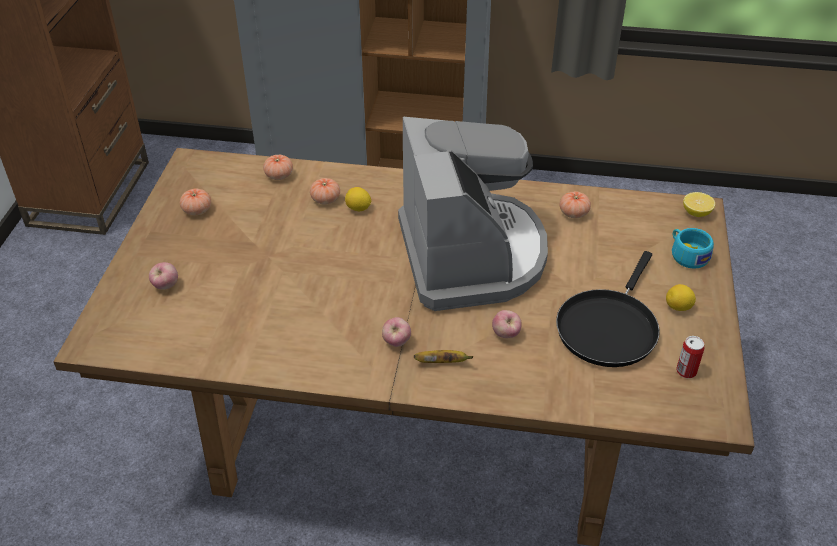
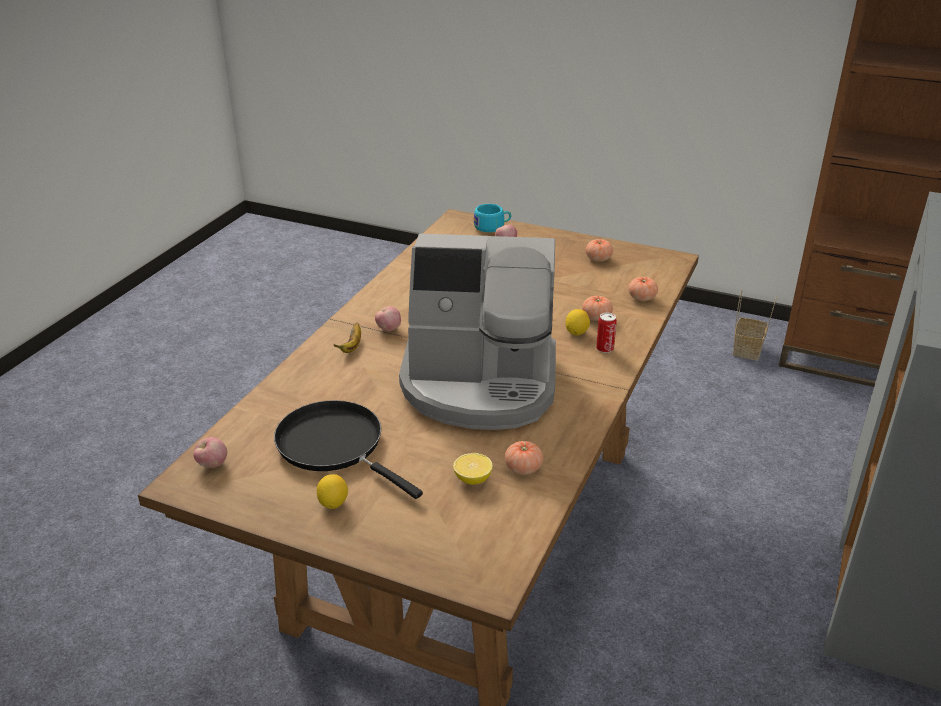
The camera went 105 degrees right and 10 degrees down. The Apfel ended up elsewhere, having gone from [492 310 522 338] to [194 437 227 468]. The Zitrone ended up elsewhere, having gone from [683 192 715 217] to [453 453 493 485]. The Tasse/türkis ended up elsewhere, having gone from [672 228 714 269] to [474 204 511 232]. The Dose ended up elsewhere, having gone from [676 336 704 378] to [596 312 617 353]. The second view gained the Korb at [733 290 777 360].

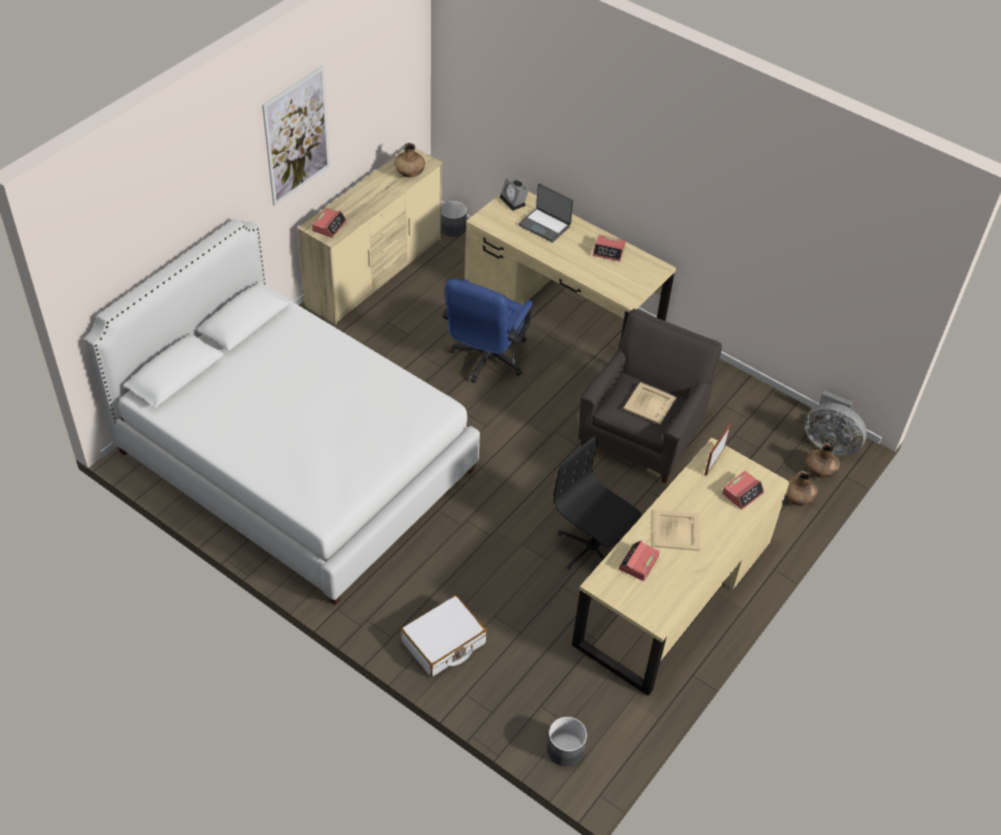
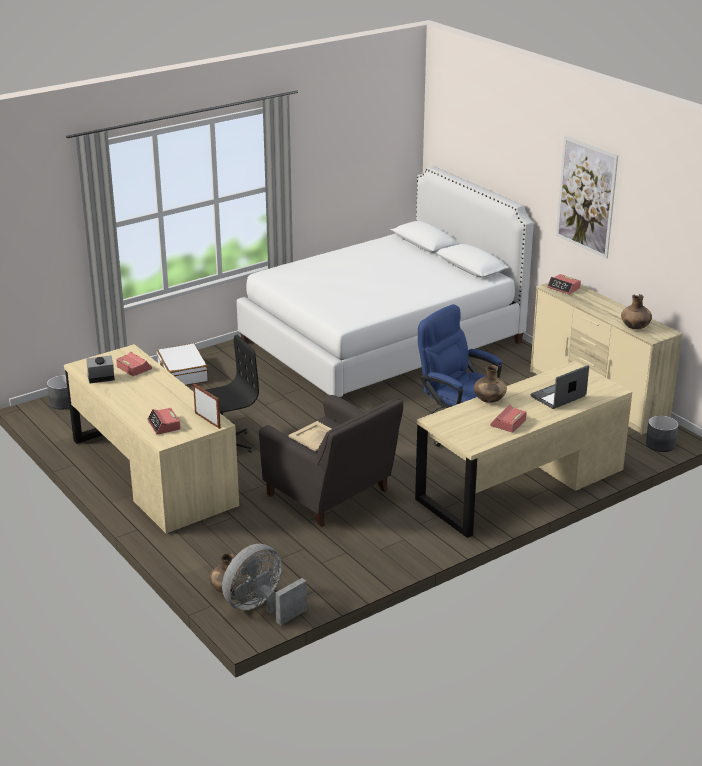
The camera went 110 degrees right and 20 degrees down. The Wecker ended up elsewhere, having gone from [500 177 529 211] to [86 355 115 383]. The Vase/braun ended up elsewhere, having gone from [785 470 818 506] to [474 365 507 403]. The second view lost the Tablett/beige at [654 510 700 551].

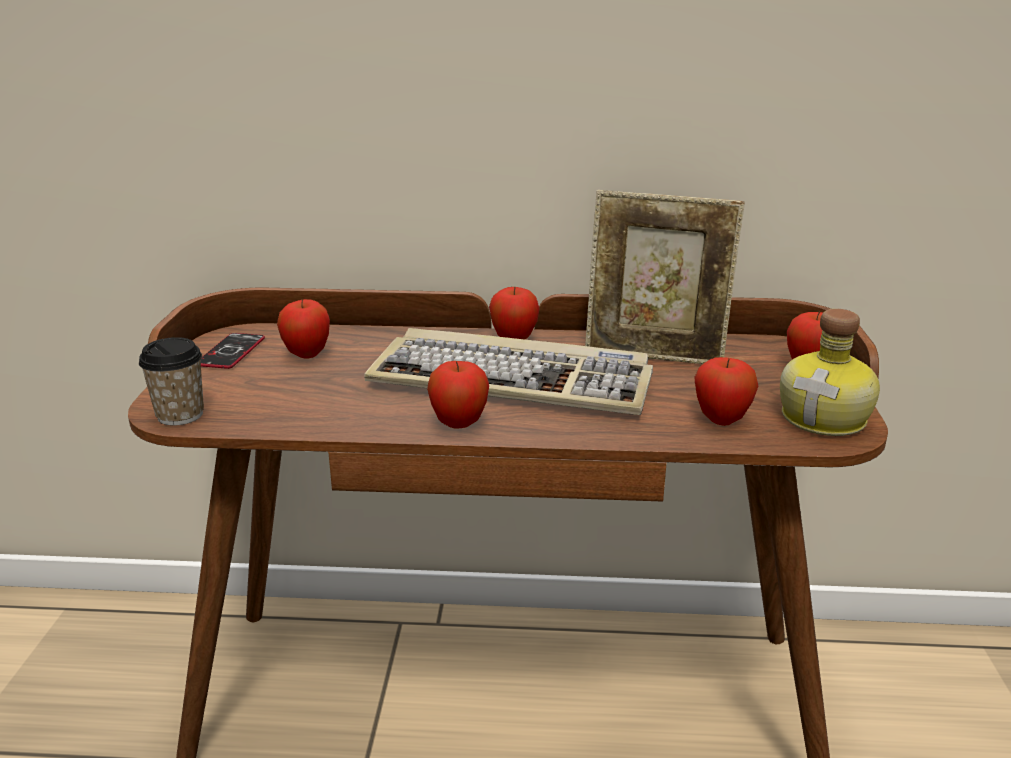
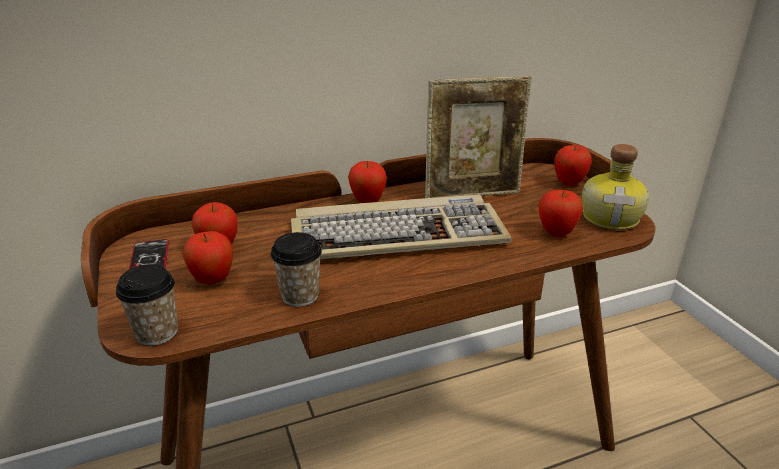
The camera went 25 degrees left and 5 degrees up. The Apfel ended up elsewhere, having gone from [427 361 489 429] to [183 231 233 285]. The second view gained the Tasse at [270 232 322 307].

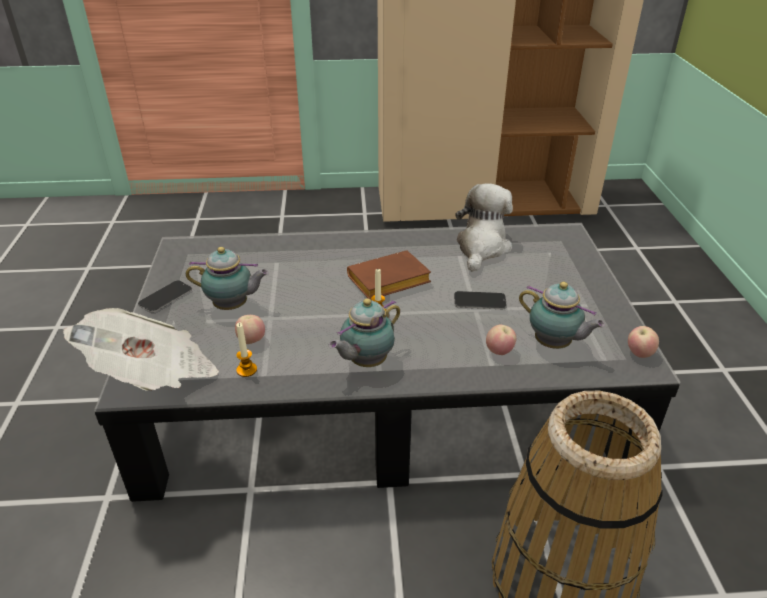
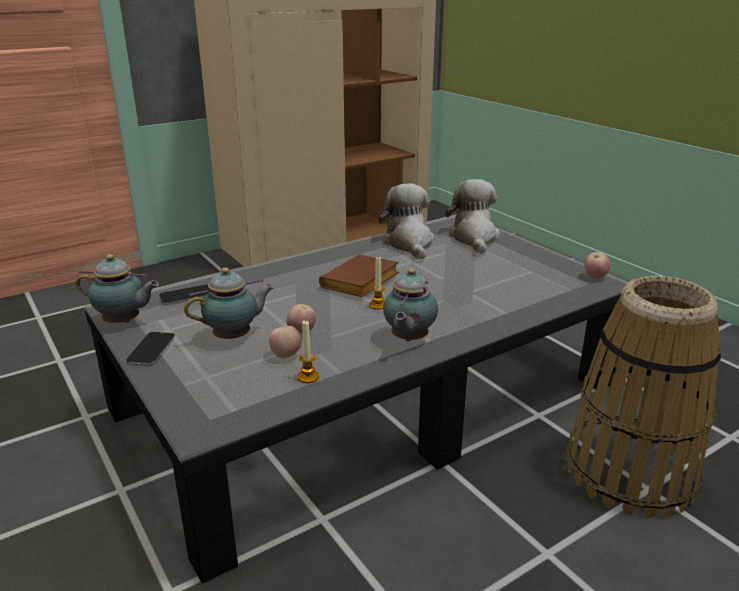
The camera went 30 degrees left and 10 degrees down. The Teekanne ended up elsewhere, having gone from [519 282 605 349] to [76 254 159 323]. The Handy ended up elsewhere, having gone from [454 291 507 309] to [159 285 209 305]. The Apfel ended up elsewhere, having gone from [486 325 516 355] to [287 304 316 333]. The second view gained the Plüschtier at [445 179 500 254]. The second view lost the Zeitung at [63 308 219 391].

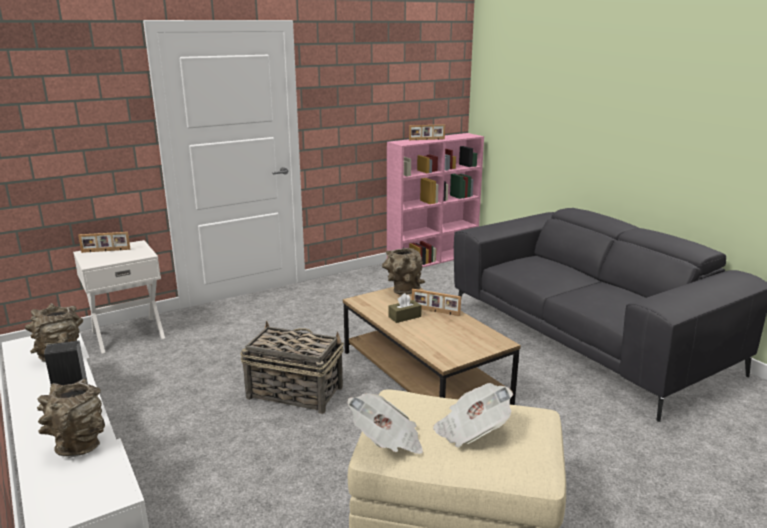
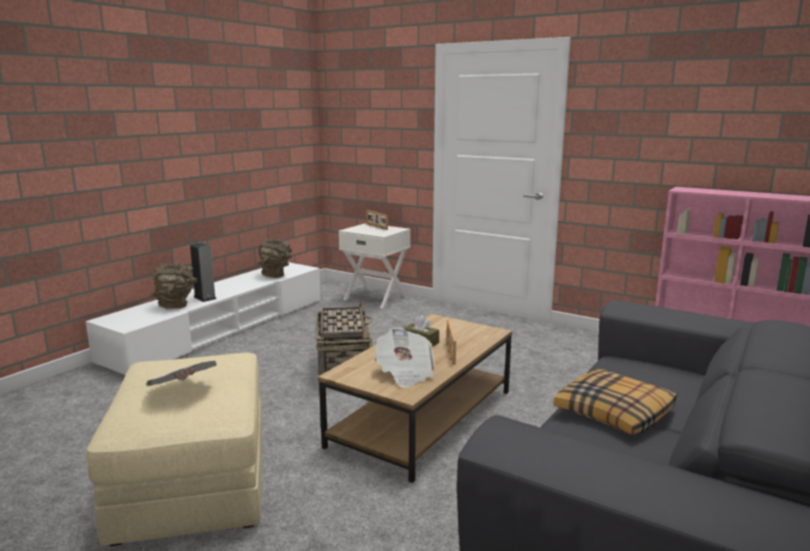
The camera went 65 degrees right and 5 degrees down. The Zeitung ended up elsewhere, having gone from [347 394 423 454] to [374 328 435 388]. The second view gained the Kissen at [554 369 677 436]. The second view lost the Vase/braun at [382 248 425 295]. The second view lost the Bilderrahmen at [409 124 445 140].

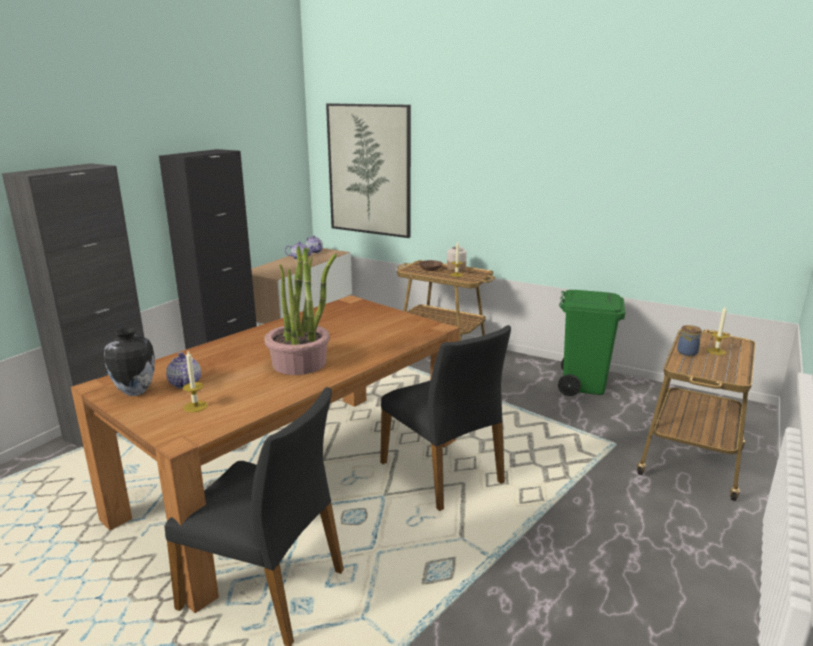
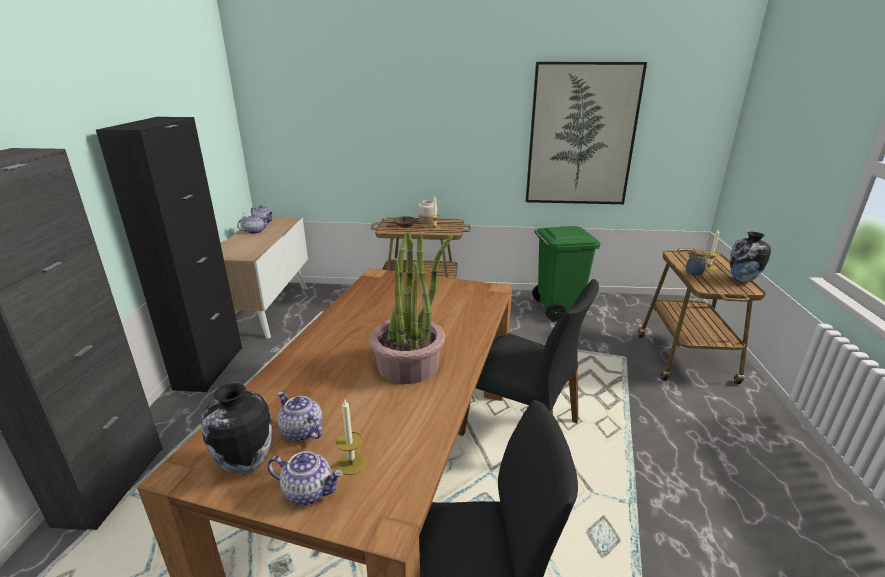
The camera went 25 degrees left and 5 degrees up. The second view gained the Teekanne at [267 451 343 505]. The Bild ended up elsewhere, having gone from [326 103 411 238] to [526 62 647 204]. The second view gained the Vase at [730 232 771 283].

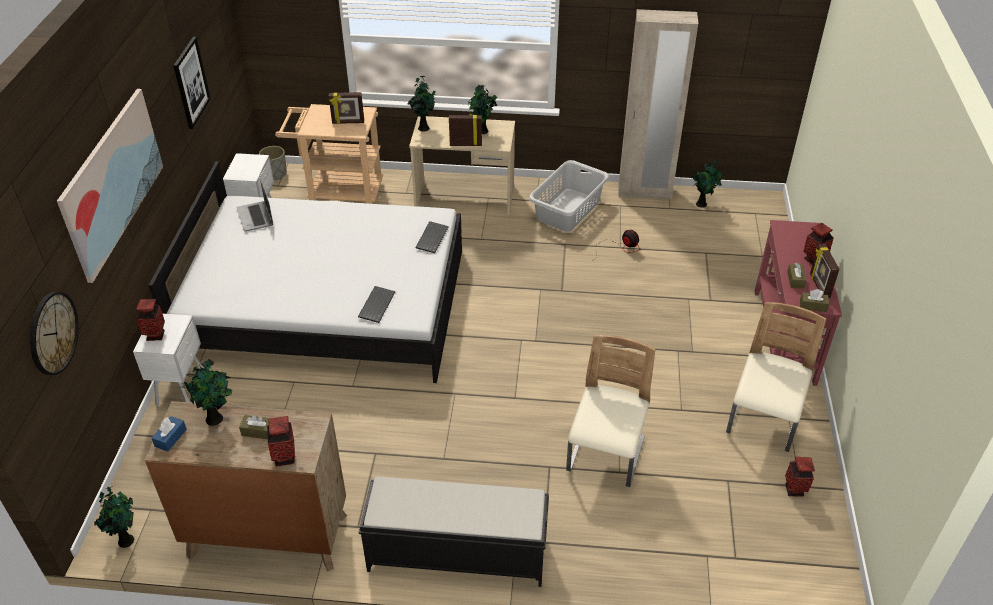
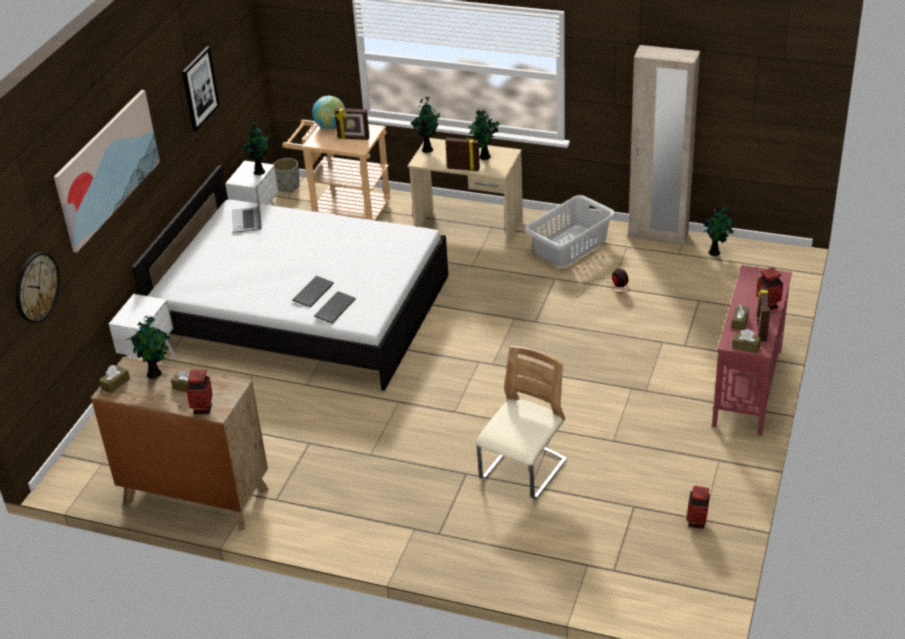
The camera went 15 degrees right and 5 degrees down. What was the Taschentuchbox/blau at [151 416 187 451] turned into the Taschentuchbox/braun at [99 365 130 393]. The Topfpflanze ended up elsewhere, having gone from [94 486 134 548] to [241 120 269 175]. The Tastatur ended up elsewhere, having gone from [416 221 449 253] to [293 276 334 307]. The second view gained the Globus at [312 96 345 129]. The second view lost the Vase at [136 299 165 341]. The second view lost the Bank/schwarz at [358 477 549 587]. The second view lost the Stuhl/beige at [726 302 826 452].

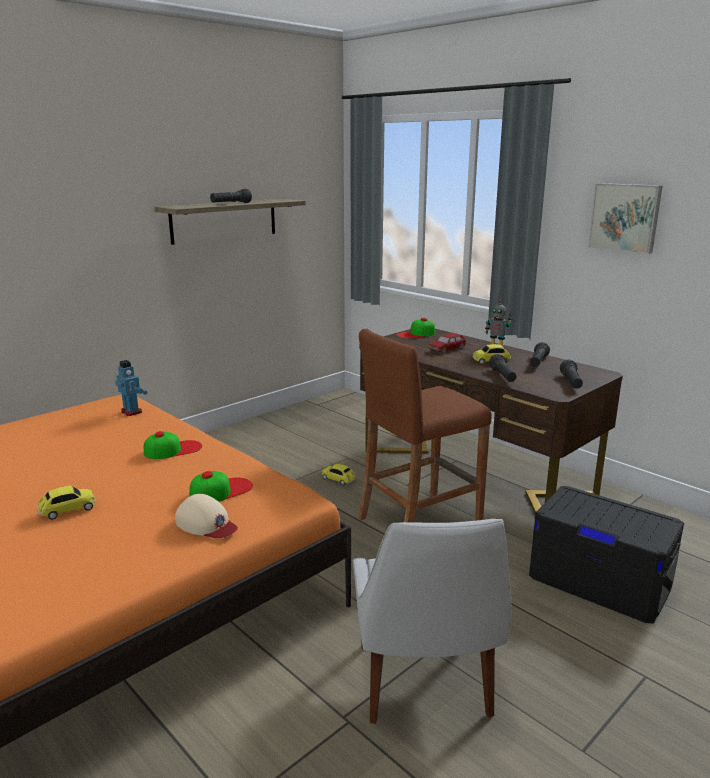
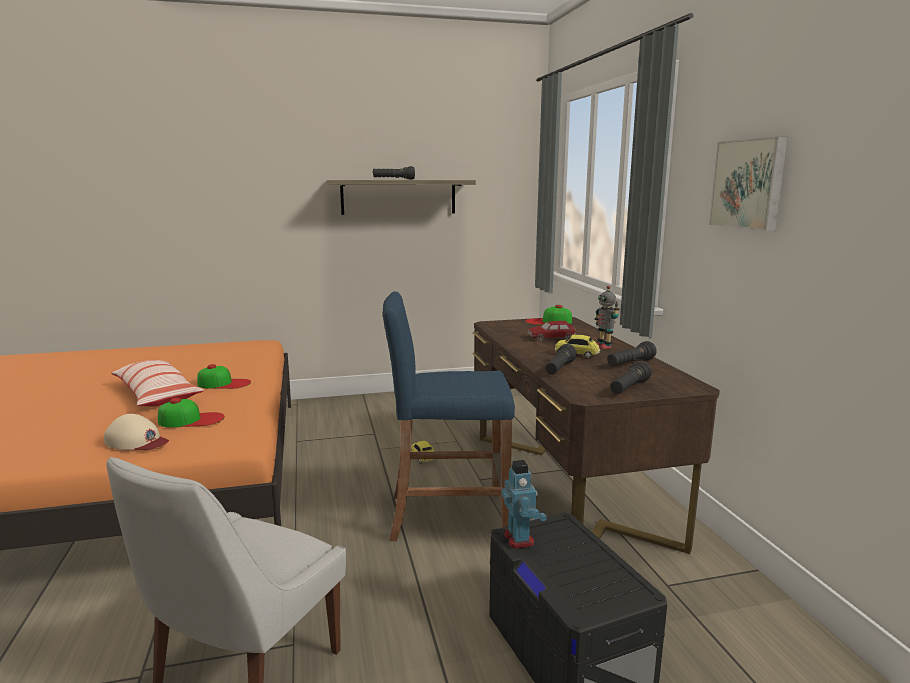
The camera went 30 degrees right and 5 degrees down. The Kappe/beige at [175 494 238 538] ended up facing another way, 45 degrees counterclockwise from before. The second view gained the Kissen at [111 360 204 406]. What was the Hocker/braun at [358 329 492 522] turned into the Hocker/blau at [383 292 515 541]. The Spielzeugroboter ended up elsewhere, having gone from [115 360 148 416] to [501 460 547 549]. The second view lost the Spielzeugauto at [37 485 96 520].

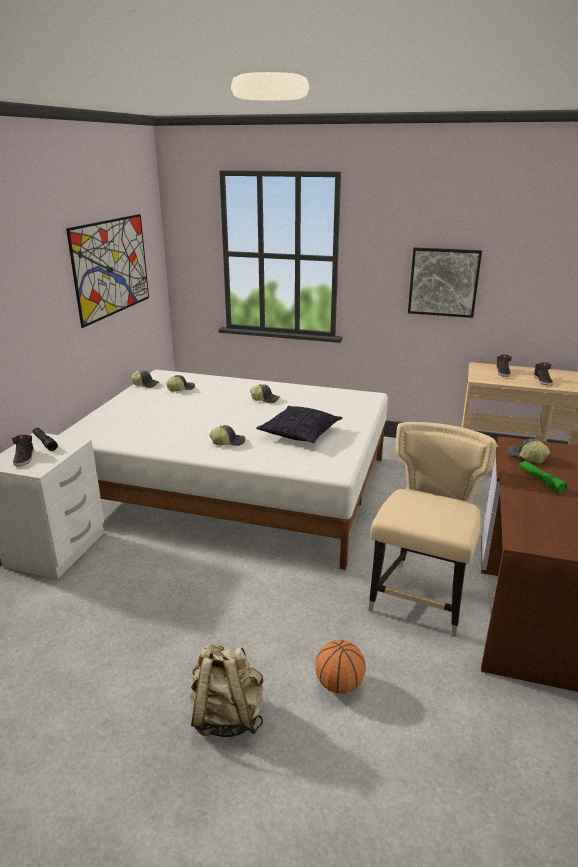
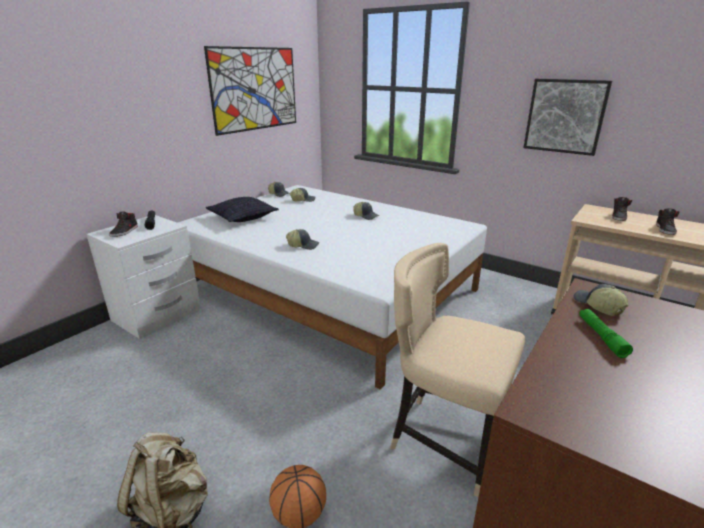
The camera went 20 degrees right and 0 degrees up. The Kissen ended up elsewhere, having gone from [256 406 342 443] to [206 197 279 222]. The Stuhl/beige at [368 422 497 637] ended up facing another way, 105 degrees counterclockwise from before.

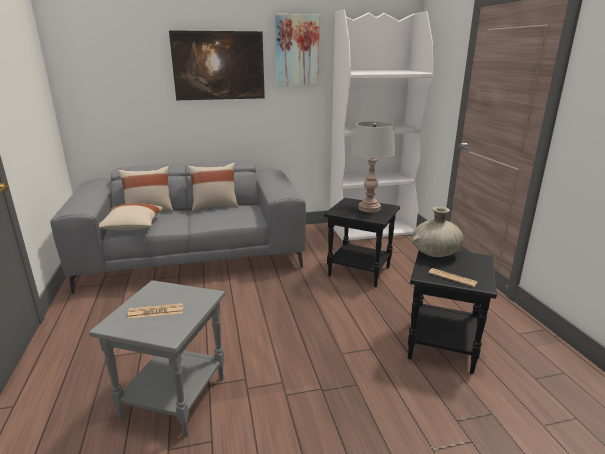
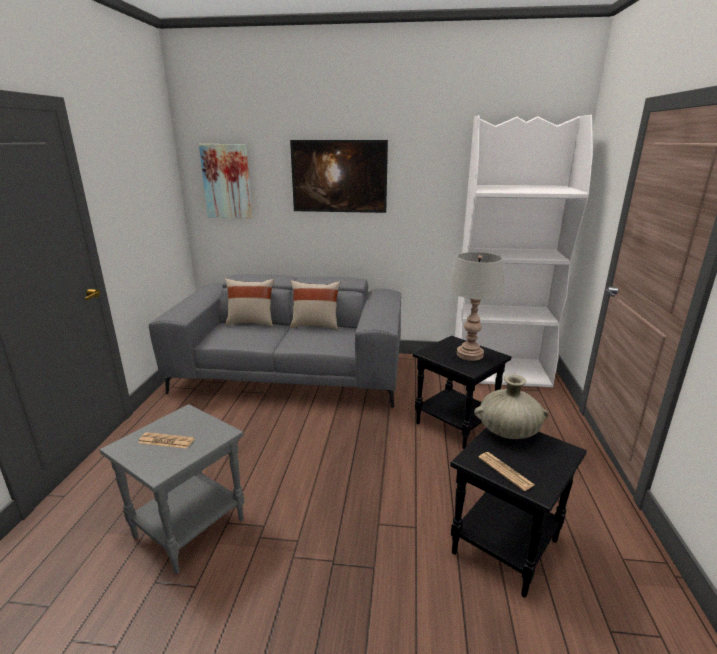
The camera went 20 degrees right and 0 degrees up. The Bild ended up elsewhere, having gone from [275 14 320 86] to [199 144 253 218]. The second view lost the Kissen/beige at [99 204 163 231].

